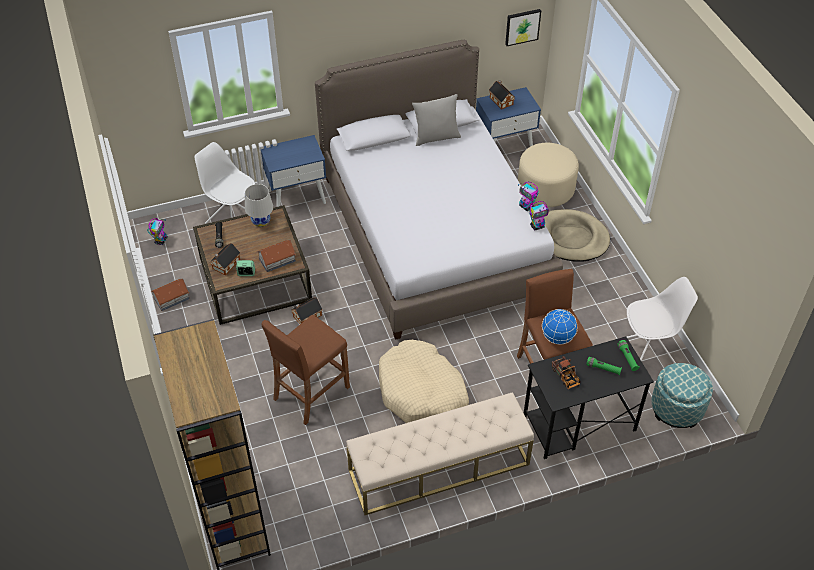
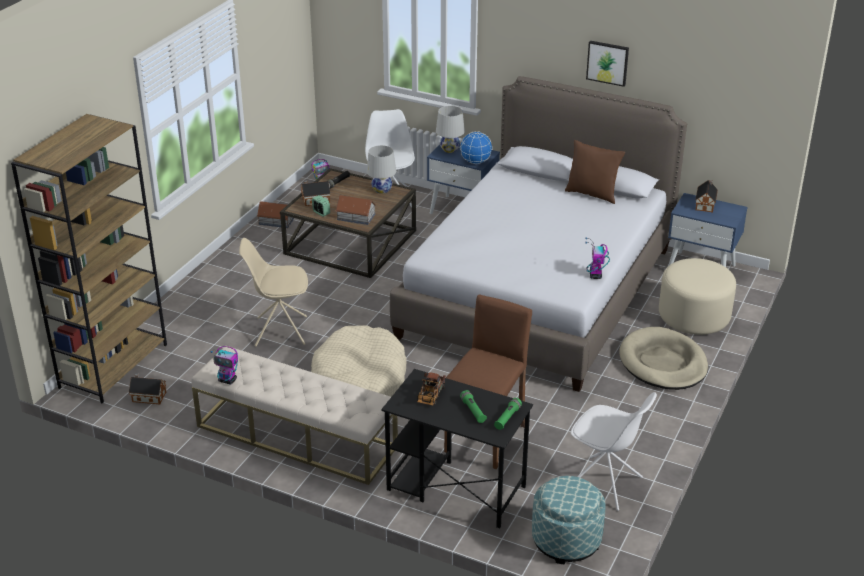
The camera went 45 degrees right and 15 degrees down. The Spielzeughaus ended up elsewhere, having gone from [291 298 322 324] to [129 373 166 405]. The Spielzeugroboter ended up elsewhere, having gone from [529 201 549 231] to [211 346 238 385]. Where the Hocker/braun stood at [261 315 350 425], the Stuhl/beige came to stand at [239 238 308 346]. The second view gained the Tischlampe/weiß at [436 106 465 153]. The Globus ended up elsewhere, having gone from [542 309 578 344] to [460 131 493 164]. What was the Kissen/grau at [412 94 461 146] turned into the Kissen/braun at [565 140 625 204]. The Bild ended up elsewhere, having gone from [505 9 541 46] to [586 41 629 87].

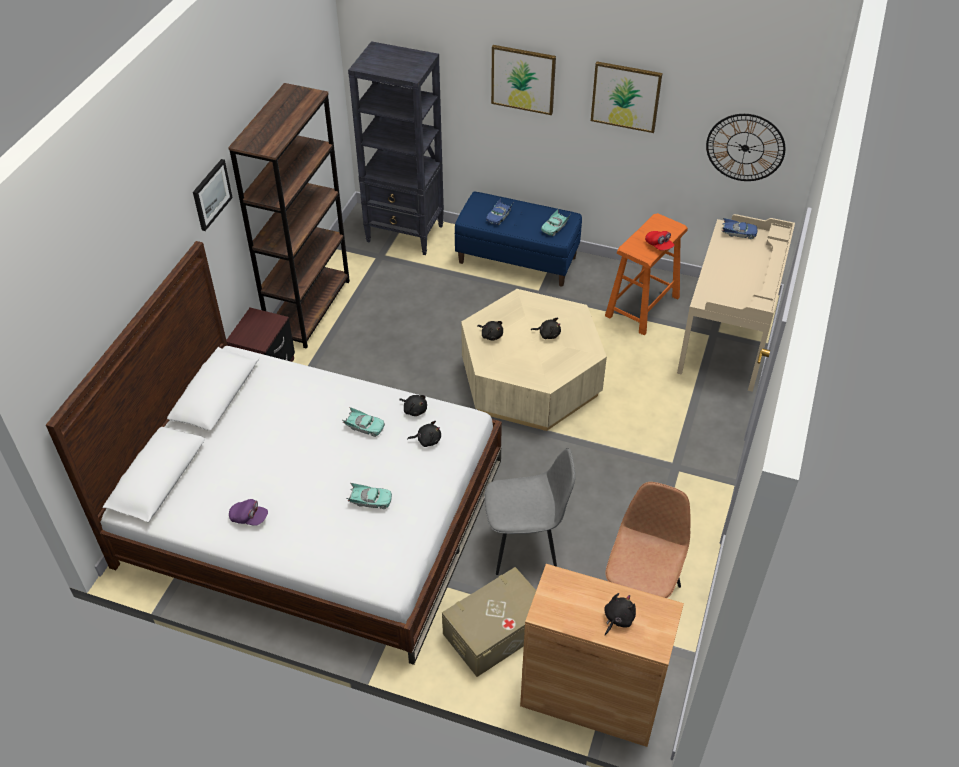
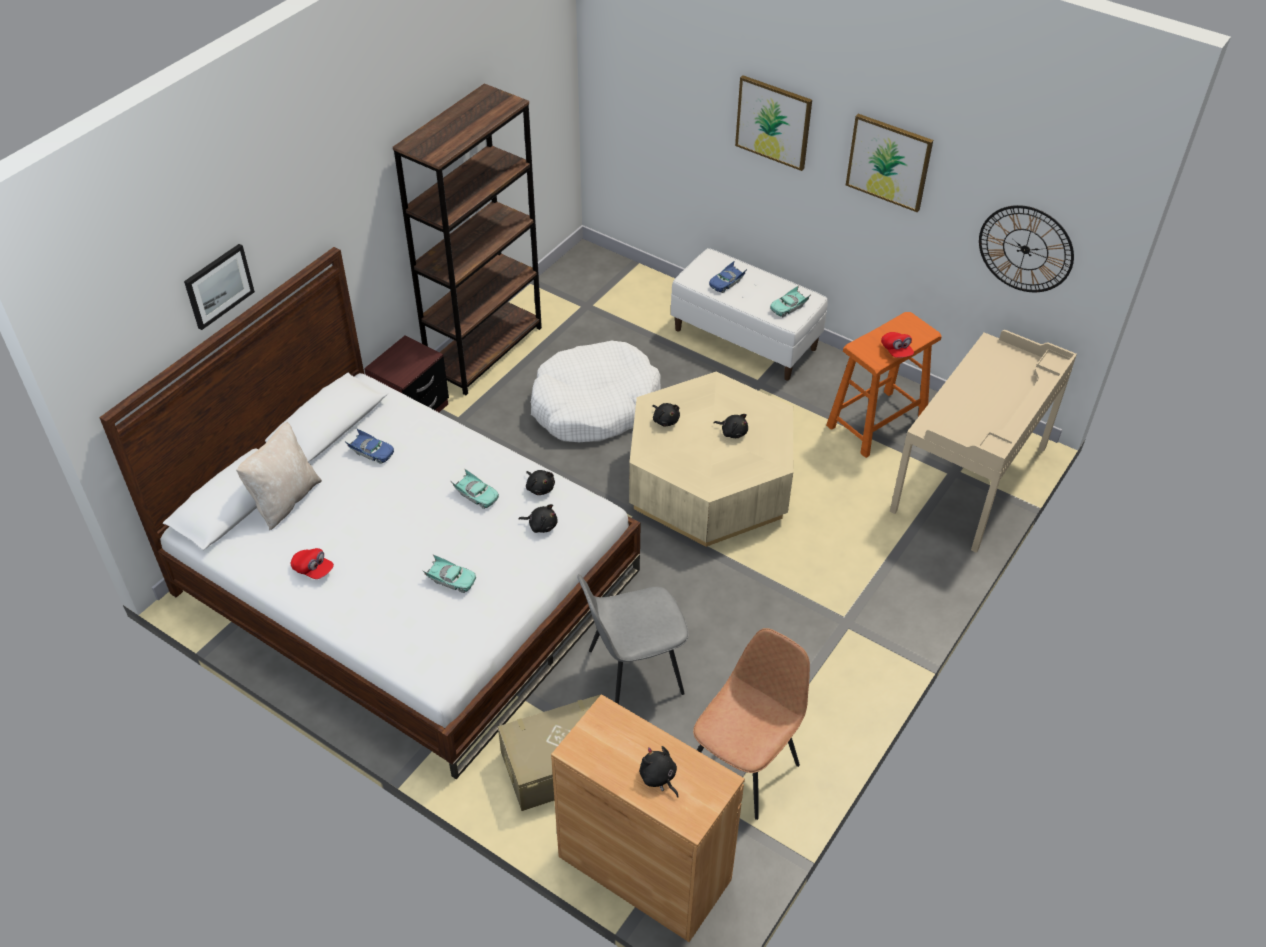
The camera went 15 degrees right and 0 degrees up. The Bild ended up elsewhere, having gone from [193 159 233 231] to [184 244 255 330]. The second view gained the Kissen/beige at [236 422 322 530]. What was the Kappe/lila at [229 499 268 526] turned into the Kappe/rot at [291 548 334 579]. The Spielzeugauto/blau ended up elsewhere, having gone from [722 218 757 239] to [346 429 394 464]. The second view gained the Hundebett/weiß at [531 341 661 442]. The Stuhl/grau at [484 448 575 575] ended up facing another way, 150 degrees clockwise from before. The Plüschtier/schwarz at [604 593 636 635] ended up facing another way, 90 degrees counterclockwise from before. What was the Bank/blau at [455 192 582 287] turned into the Bank/weiß at [671 248 828 380]. The second view lost the Bücherregal/schwarz at [348 41 444 255].

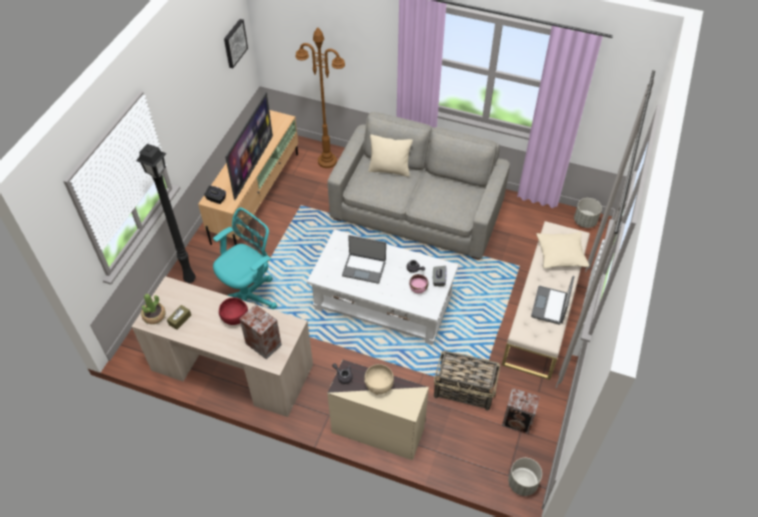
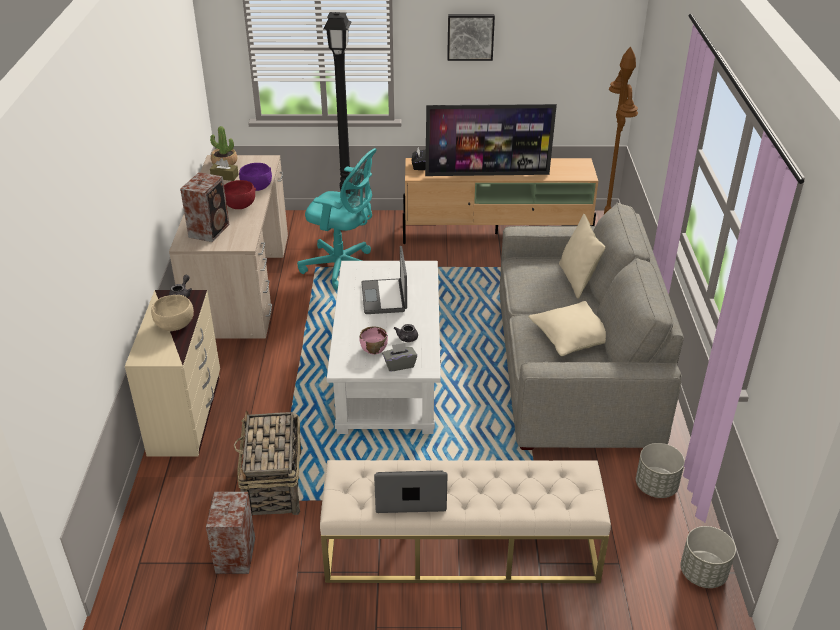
The camera went 70 degrees right and 15 degrees down. The second view gained the Schüssel/lila at [239 163 272 191]. The Bild ended up elsewhere, having gone from [224 19 248 68] to [447 14 495 61]. The Kissen/beige ended up elsewhere, having gone from [537 232 589 268] to [528 301 606 356]. The Pflanzkübel/grau ended up elsewhere, having gone from [508 458 542 496] to [636 443 685 498].

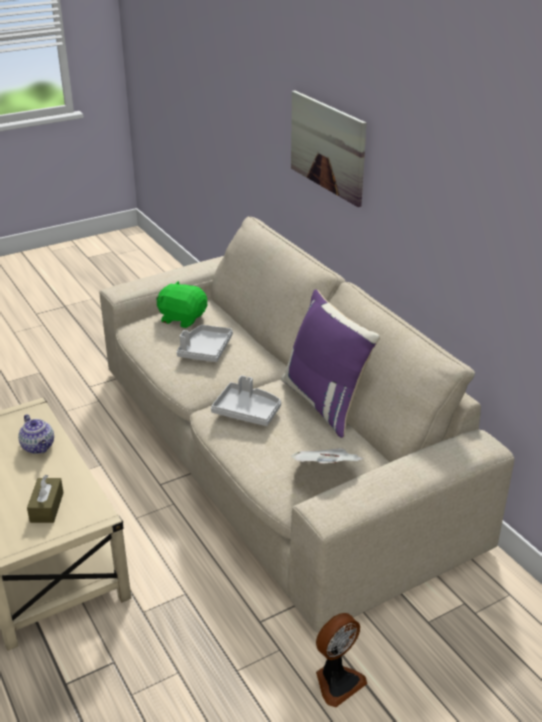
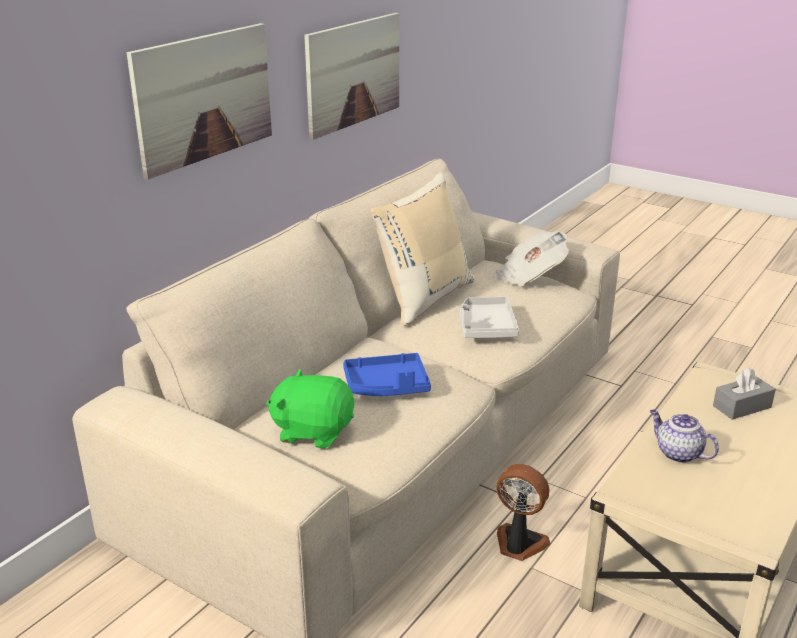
The camera went 115 degrees left and 5 degrees down. The Plüschtier/grün at [156 281 207 328] ended up facing another way, 105 degrees clockwise from before. The second view gained the Bild at [304 13 399 140]. What was the Tablett/grau at [177 325 233 362] turned into the Tablett/blau at [343 353 431 396]. What was the Kissen/lila at [281 290 380 438] turned into the Kissen/beige at [371 173 475 326]. The Ventilator ended up elsewhere, having gone from [316 613 367 707] to [496 464 550 561]. The Teekanne at [18 414 54 454] ended up facing another way, 75 degrees counterclockwise from before. What was the Taschentuchbox/braun at [27 475 64 523] turned into the Taschentuchbox/grau at [713 367 776 420].

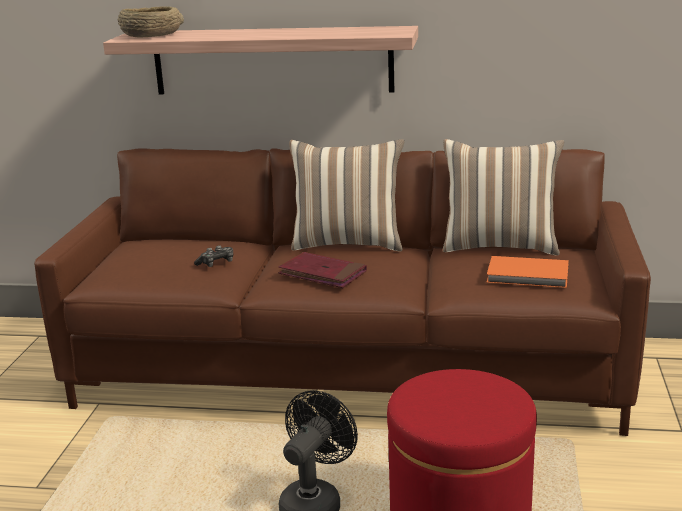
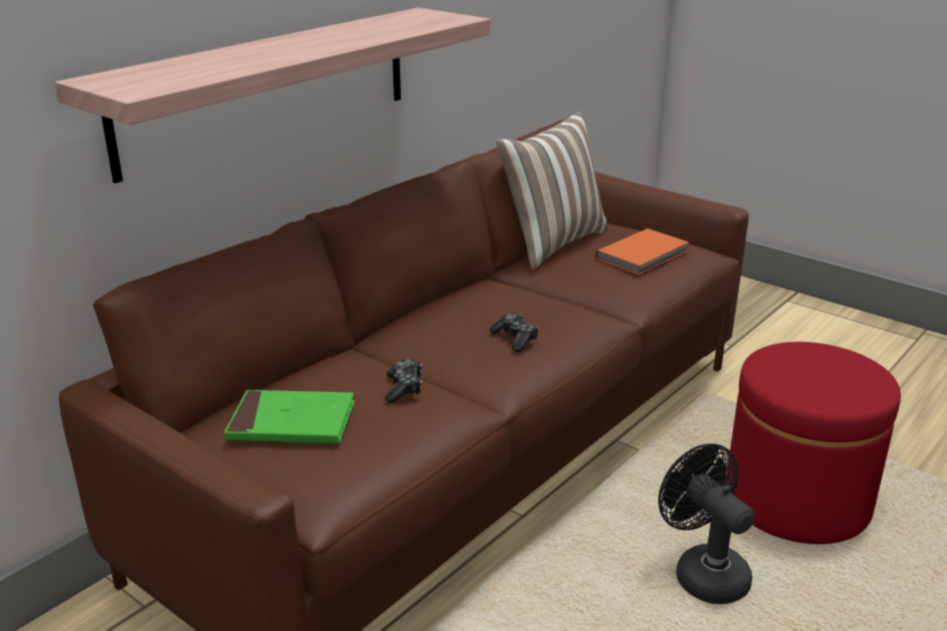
The camera went 60 degrees left and 5 degrees up. The second view gained the Buch/grün at [224 390 355 444]. Where the Buch/rot stood at [278 252 367 288], the Gamepad came to stand at [489 313 539 352]. The second view lost the Schüssel/beige at [117 6 184 37]. The second view lost the Kissen at [289 139 405 251].

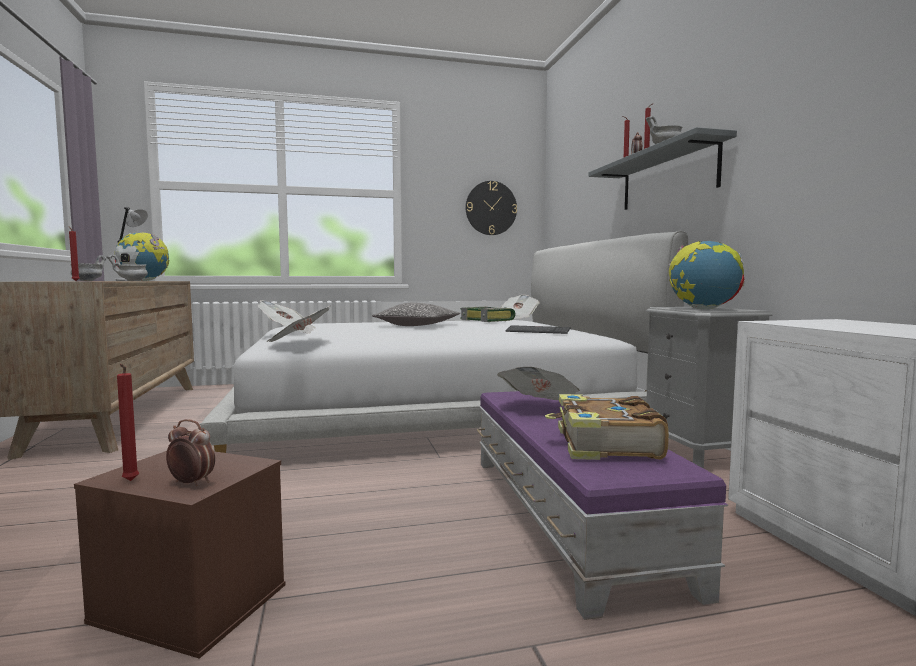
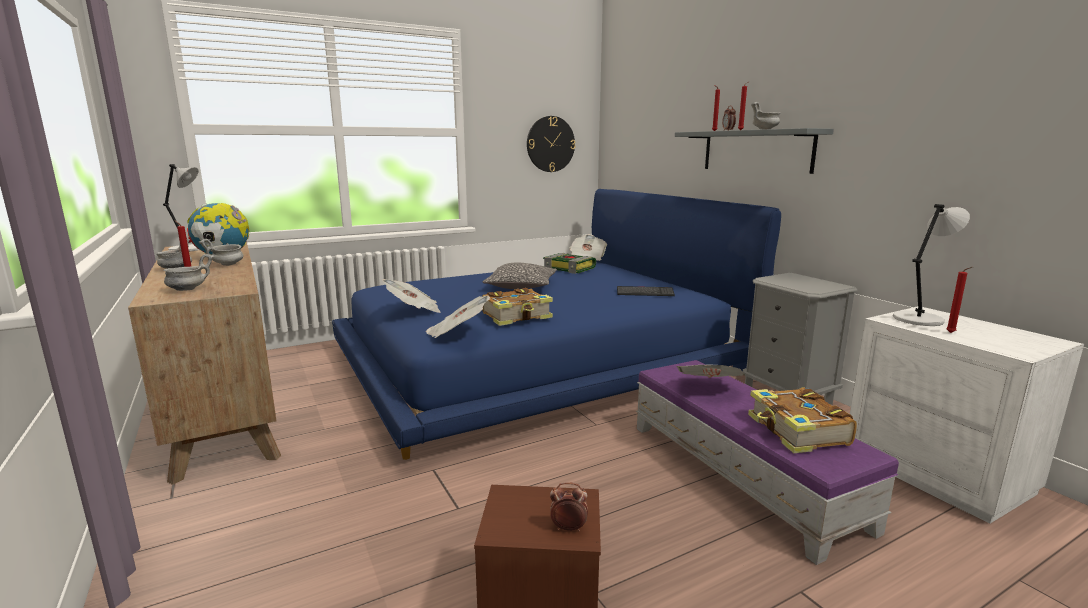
The camera went 15 degrees left and 10 degrees up. The second view gained the Schüssel/grau at [163 254 214 291]. What was the Bett/weiß at [200 231 688 453] turned into the Bett/blau at [332 189 781 460]. The second view gained the Buch at [482 288 553 326]. The second view gained the Tischlampe/grau at [893 204 970 326]. The Kerze/rot ended up elsewhere, having gone from [117 364 139 481] to [946 267 972 333]. The second view lost the Globus at [669 241 745 309].

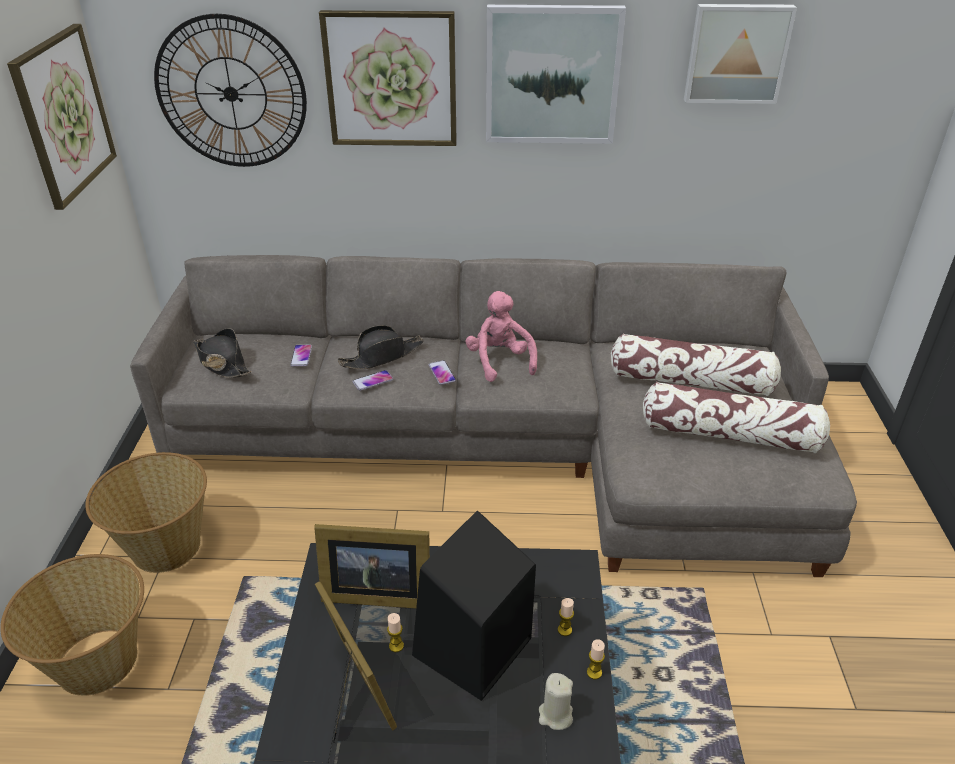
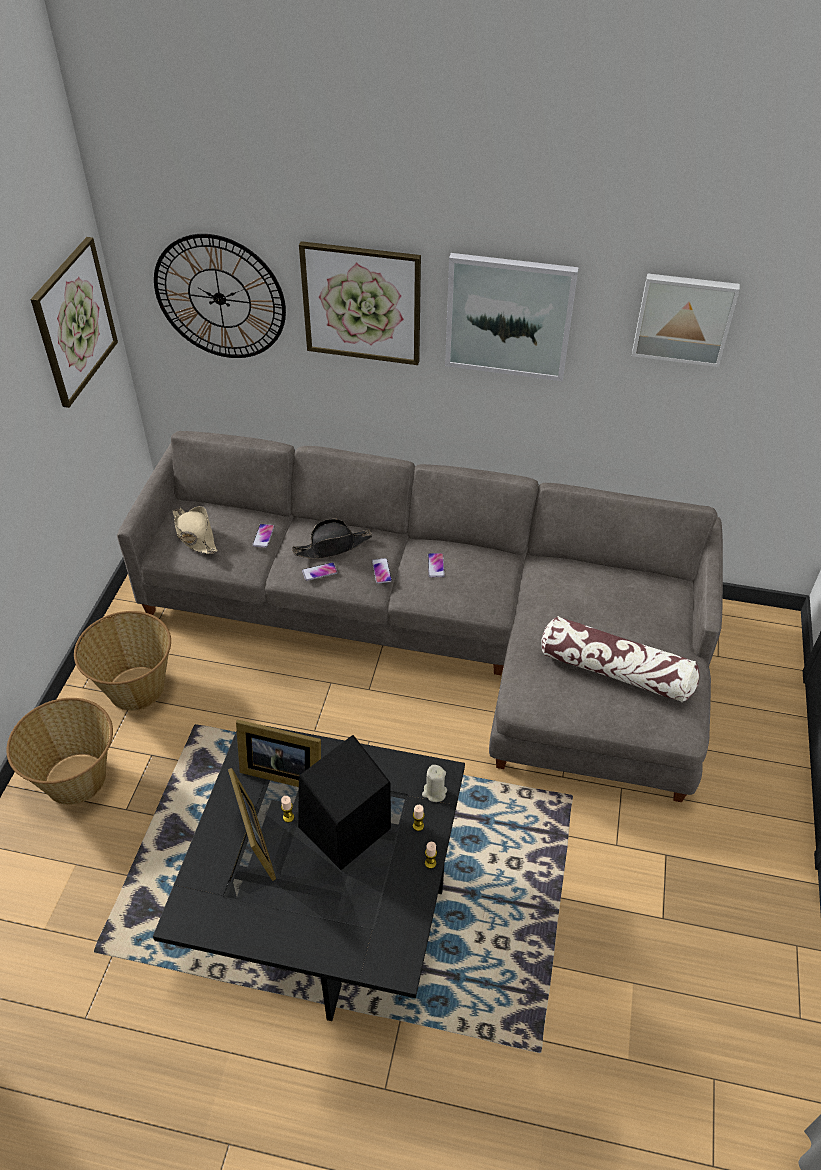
The camera went 10 degrees right and 10 degrees up. What was the Hut/schwarz at [193 328 252 378] turned into the Hut/beige at [173 506 218 554]. The Kerze/beige ended up elsewhere, having gone from [539 673 573 730] to [422 765 447 802]. Where the Plüschtier/rosa stood at [465 291 537 382], the Handy came to stand at [428 553 444 577]. The second view lost the Kissen at [611 333 781 396].

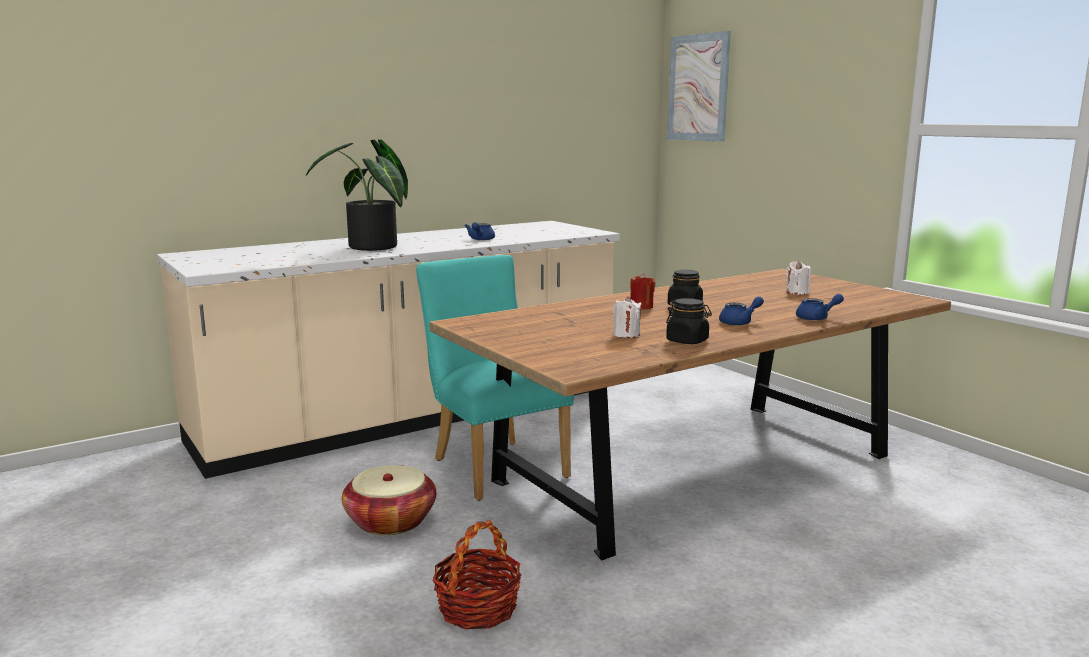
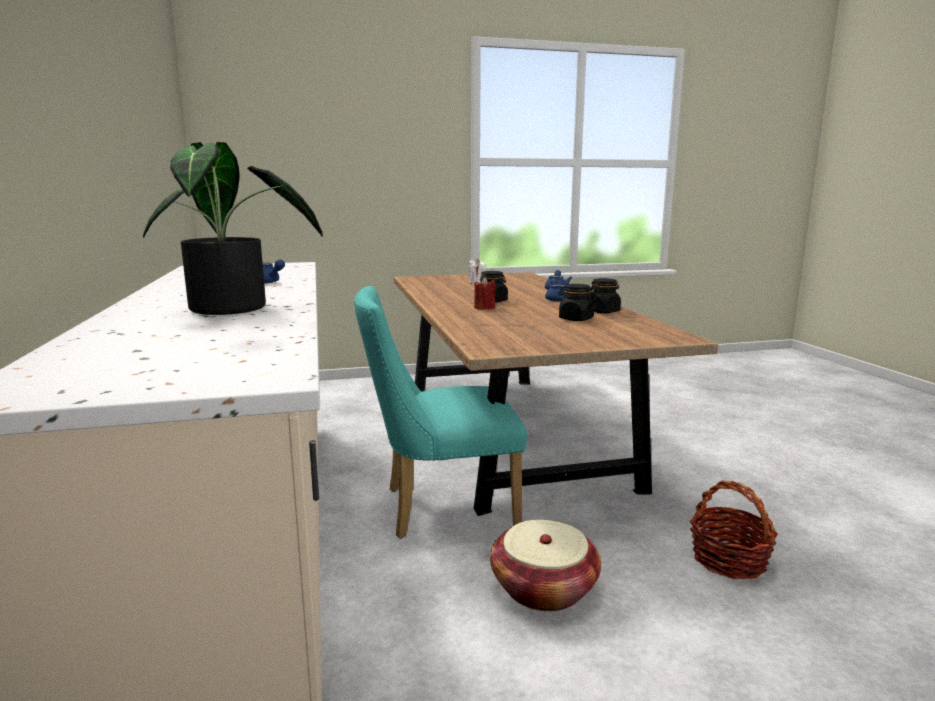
The camera went 70 degrees left and 0 degrees up. Where the Kerze/weiß stood at [613 296 642 338], the Vorratsglas/schwarz came to stand at [558 284 596 321]. The second view lost the Bild at [667 31 731 142].

